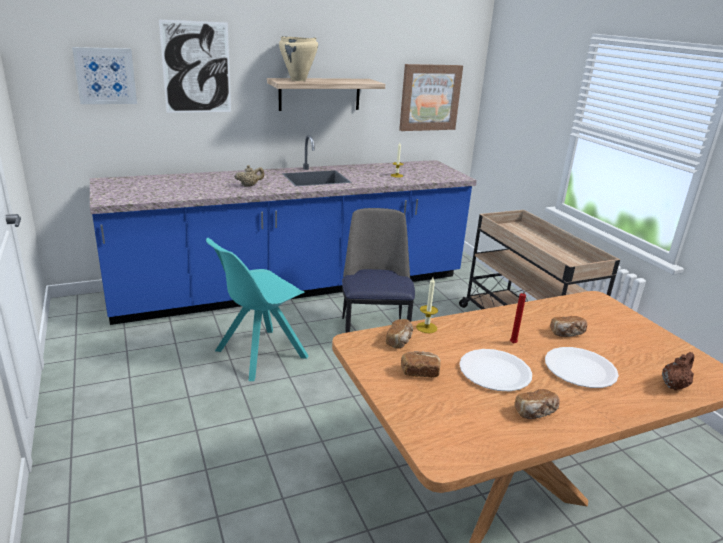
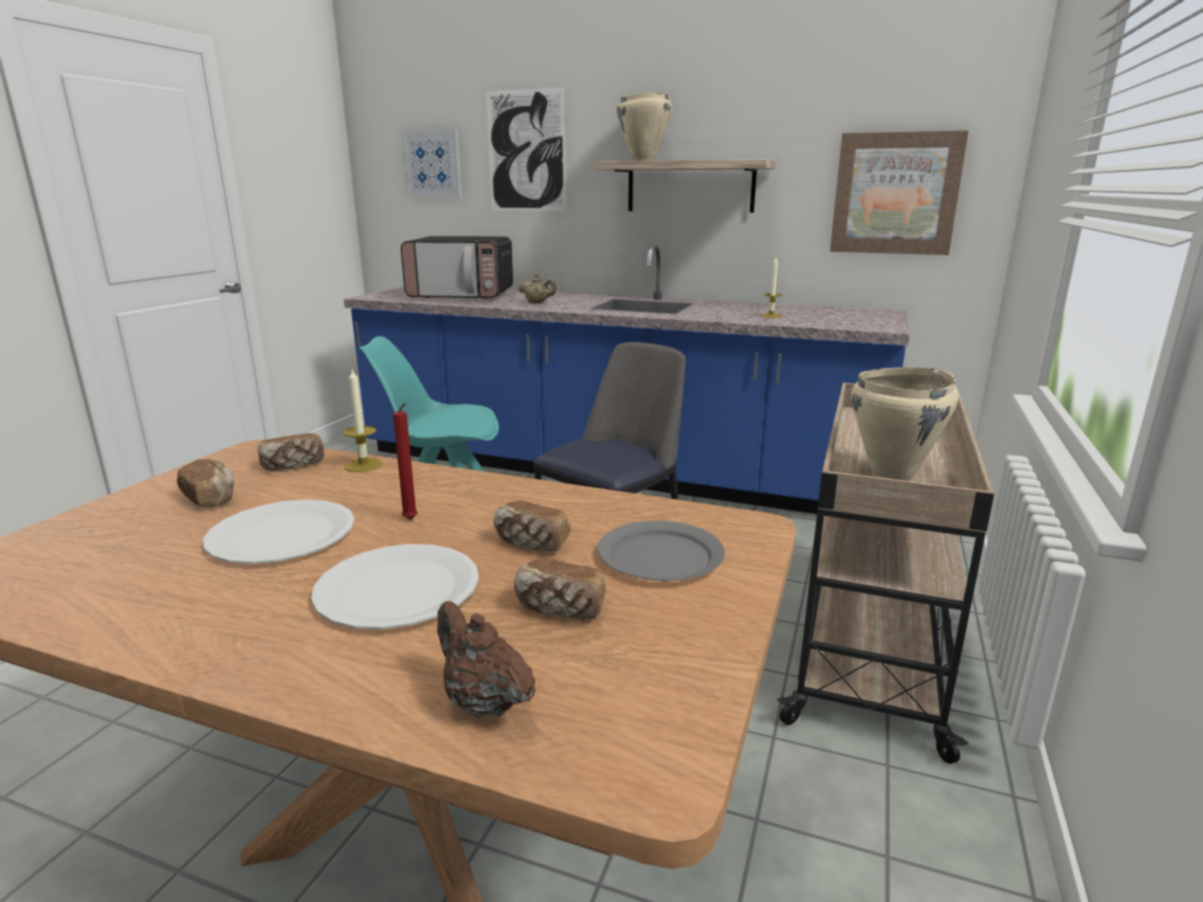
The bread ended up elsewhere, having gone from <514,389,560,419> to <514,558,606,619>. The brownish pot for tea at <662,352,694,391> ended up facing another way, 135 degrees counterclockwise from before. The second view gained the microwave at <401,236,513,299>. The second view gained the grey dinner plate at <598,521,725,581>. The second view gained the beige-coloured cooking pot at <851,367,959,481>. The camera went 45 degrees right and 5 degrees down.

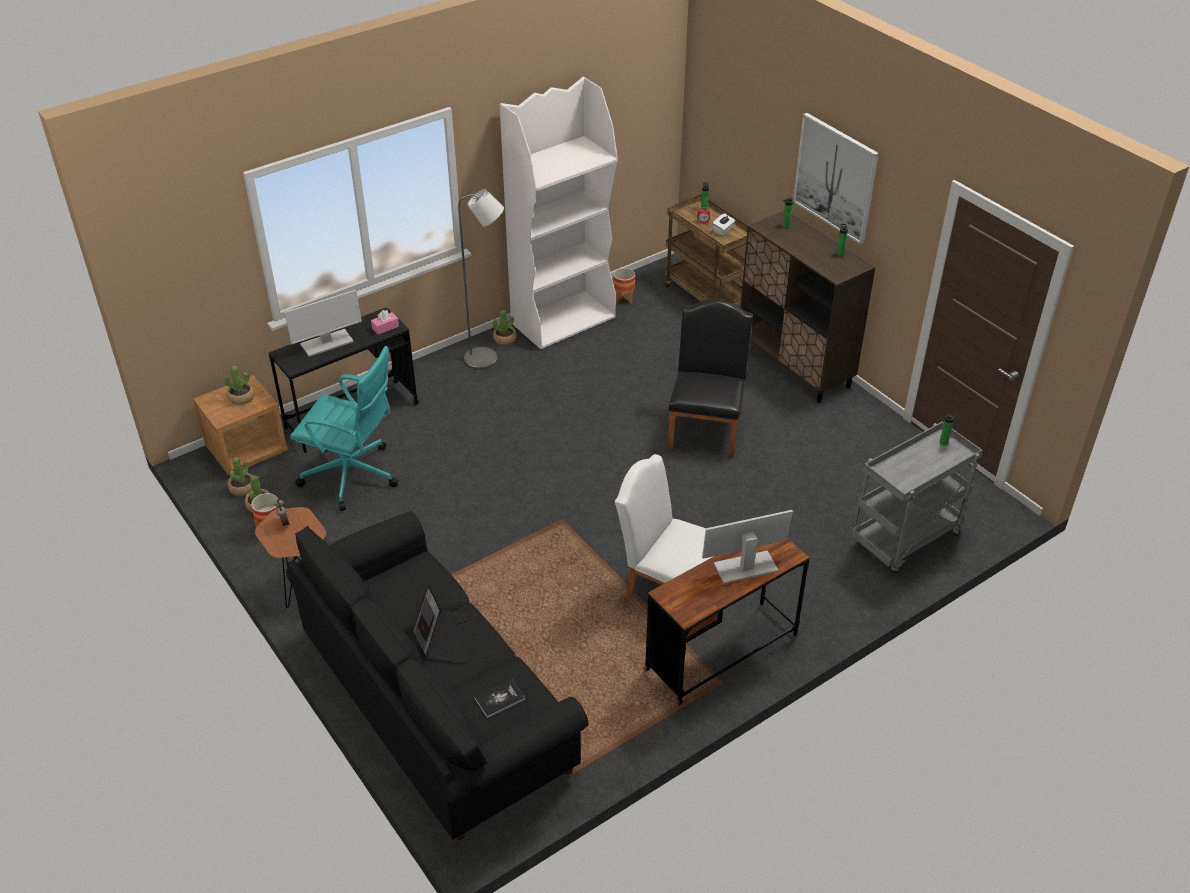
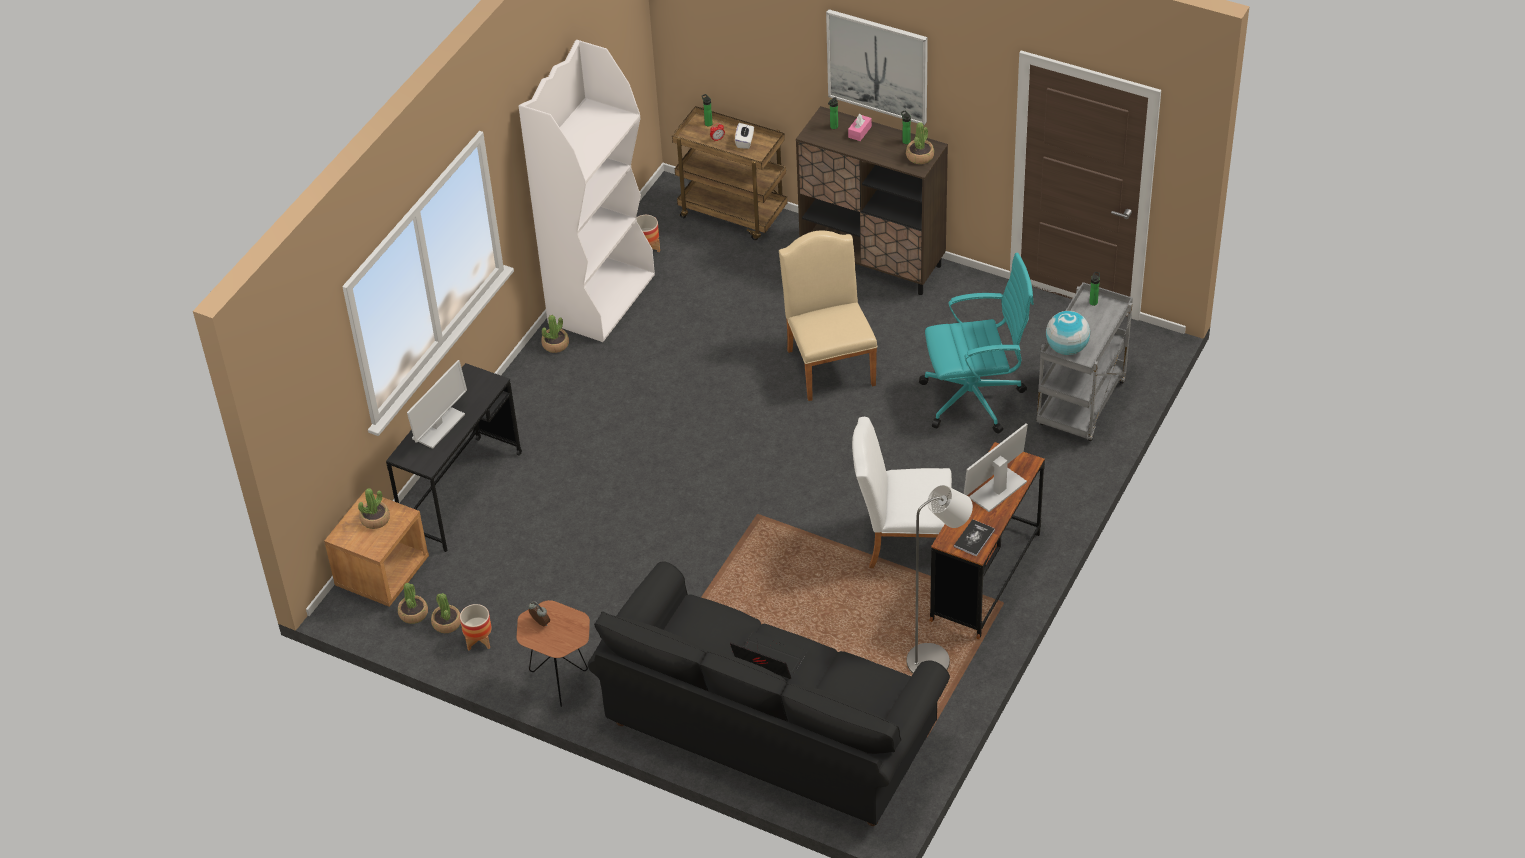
The blue-green computer chair ended up elsewhere, having gone from <290,346,398,511> to <919,253,1034,433>. The pink box of tissues ended up elsewhere, having gone from <371,310,399,334> to <848,114,872,141>. The laptop at <412,585,478,663> ended up facing another way, 45 degrees counterclockwise from before. The grey standing lamp ended up elsewhere, having gone from <458,189,504,370> to <907,485,973,673>. The volume ended up elsewhere, having gone from <474,679,525,718> to <954,519,995,556>. What was the blackish plain chair at <668,299,753,457> turned into the beige-coloured plain chair at <779,231,878,401>. The second view gained the houseplant at <906,122,934,164>. The second view gained the desk globe at <1046,311,1090,355>. The camera went 25 degrees left and 5 degrees up.

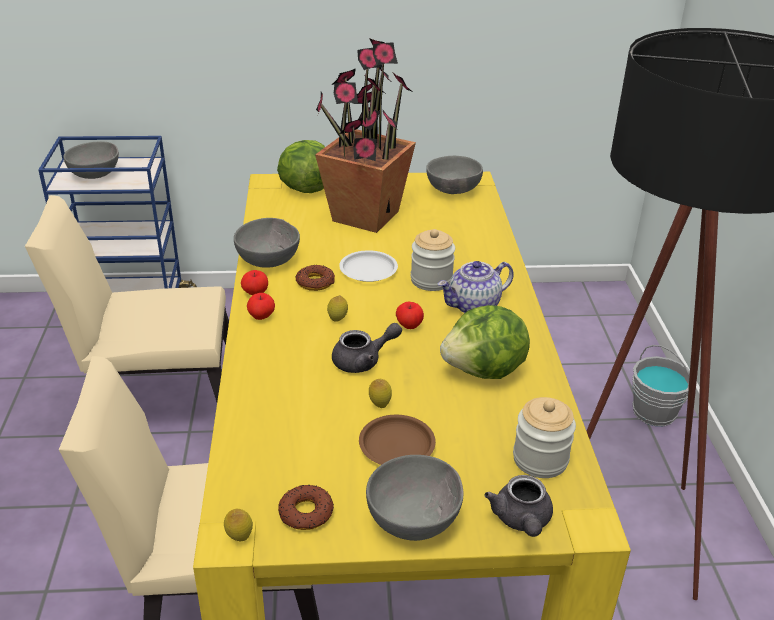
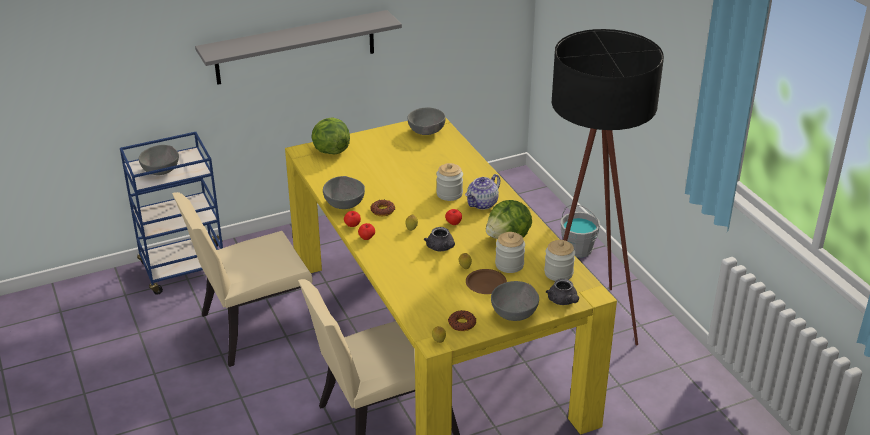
The second view lost the houseplant at <315,38,416,233>. The grey pot for tea at <332,323,402,373> ended up facing another way, 105 degrees clockwise from before. The second view lost the whitish dinner plate at <339,250,398,282>. The second view gained the grey wall shelf at <195,10,402,85>. The second view gained the storage jar at <495,232,525,273>. The camera went 20 degrees left and 0 degrees up.

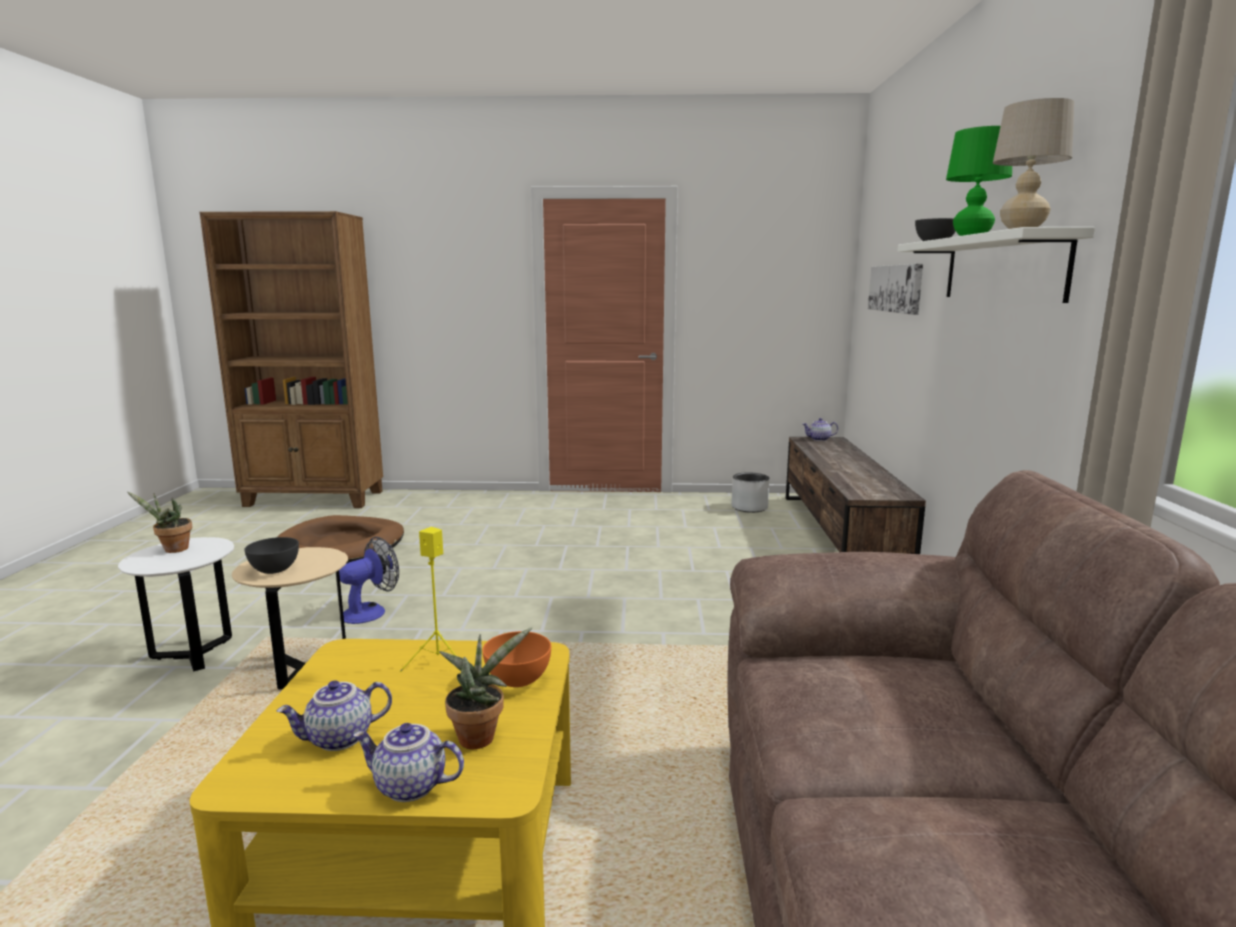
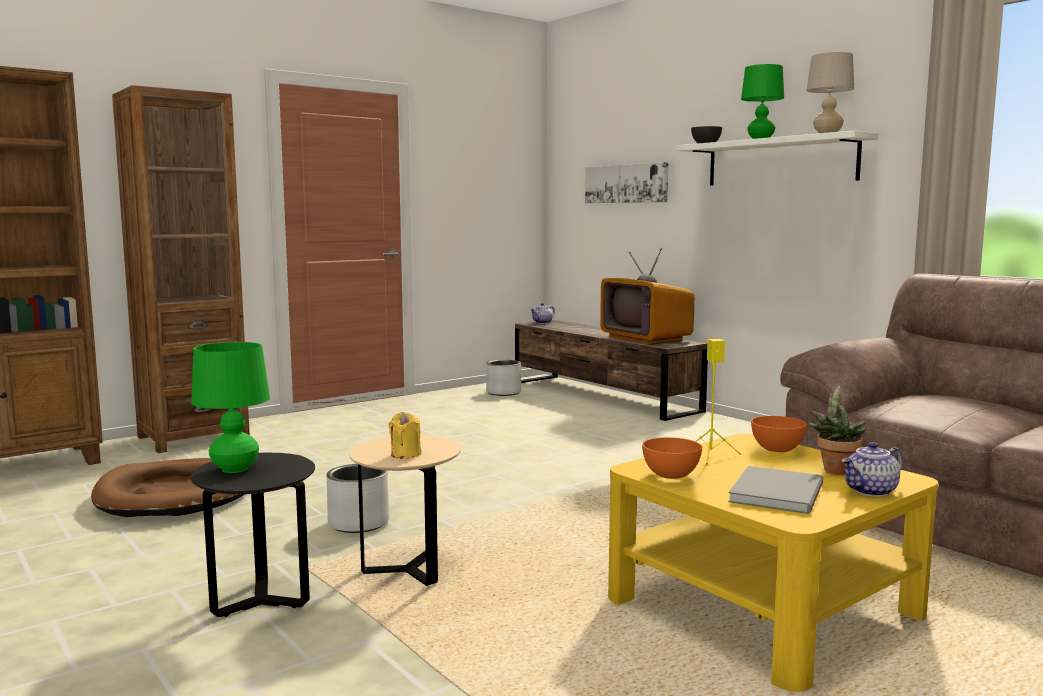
What was the whitish end table at <118,537,234,672> turned into the blackish end table at <191,453,315,617>. Where the houseplant stood at <127,492,193,553>, the greenish table lamp came to stand at <191,342,270,473>. Where the grey deep dish stood at <244,537,299,574>, the yellowish candle came to stand at <389,412,421,459>. Where the pot for tea stood at <277,681,392,751>, the grey volume came to stand at <728,466,823,514>. Where the electric fan stood at <339,537,399,624>, the grey plant pot came to stand at <327,464,389,533>. The second view gained the brownish bookshelf at <112,85,250,453>. The second view gained the TV at <600,248,695,345>. The second view gained the orange deep dish at <642,437,702,479>. The camera went 40 degrees left and 5 degrees down.

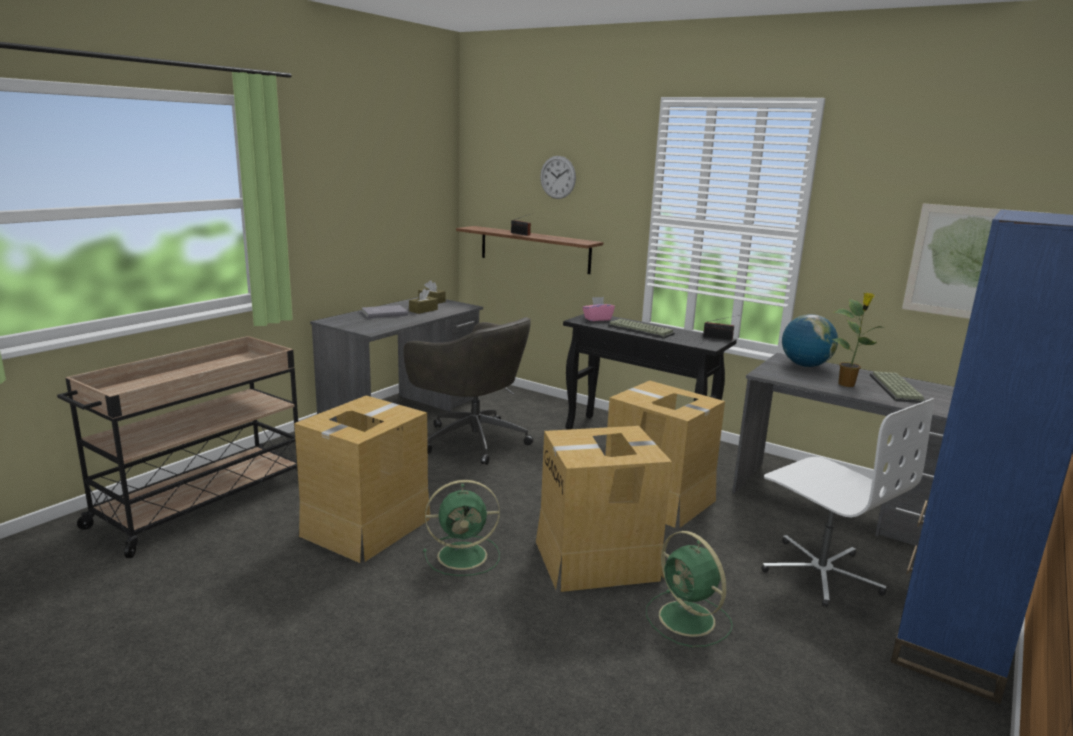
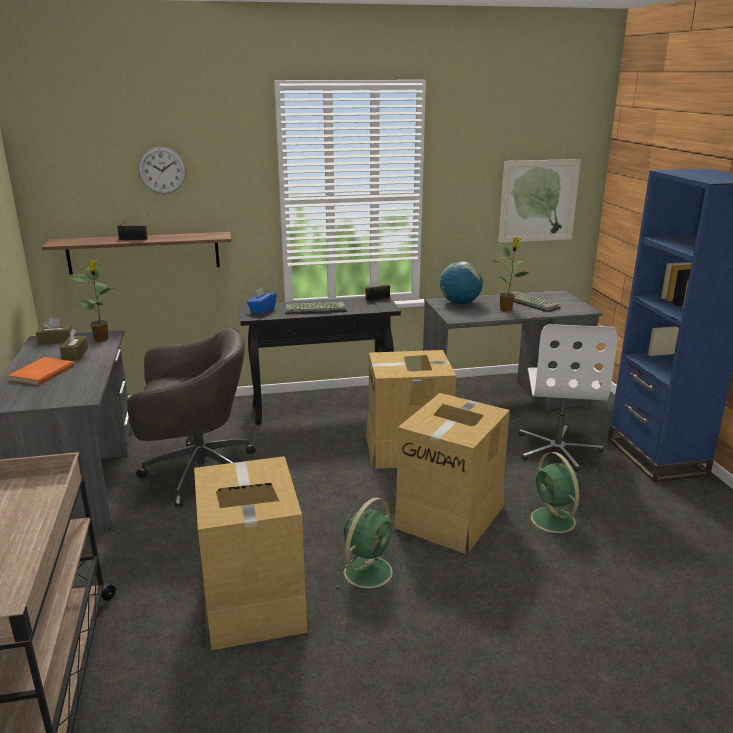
What was the grey volume at <361,305,408,319> turned into the orange volume at <7,357,74,385>. What was the pink box of tissues at <582,297,615,321> turned into the blue box of tissues at <247,287,277,314>. The greenish electric fan at <646,531,733,647> ended up facing another way, 60 degrees clockwise from before. The whitish computer chair at <761,398,934,607> ended up facing another way, 90 degrees clockwise from before. The second view gained the houseplant at <70,259,114,342>. The camera went 45 degrees left and 5 degrees up.

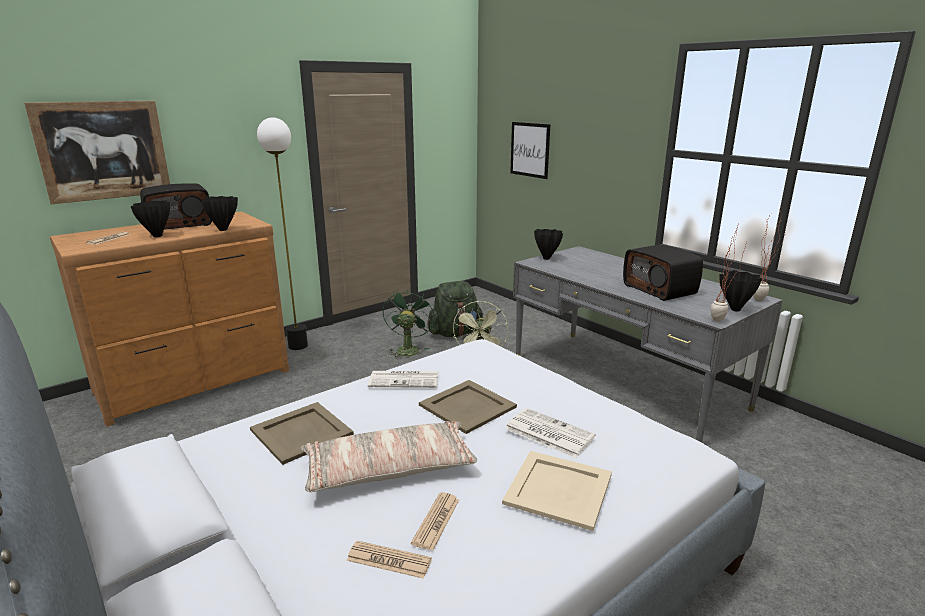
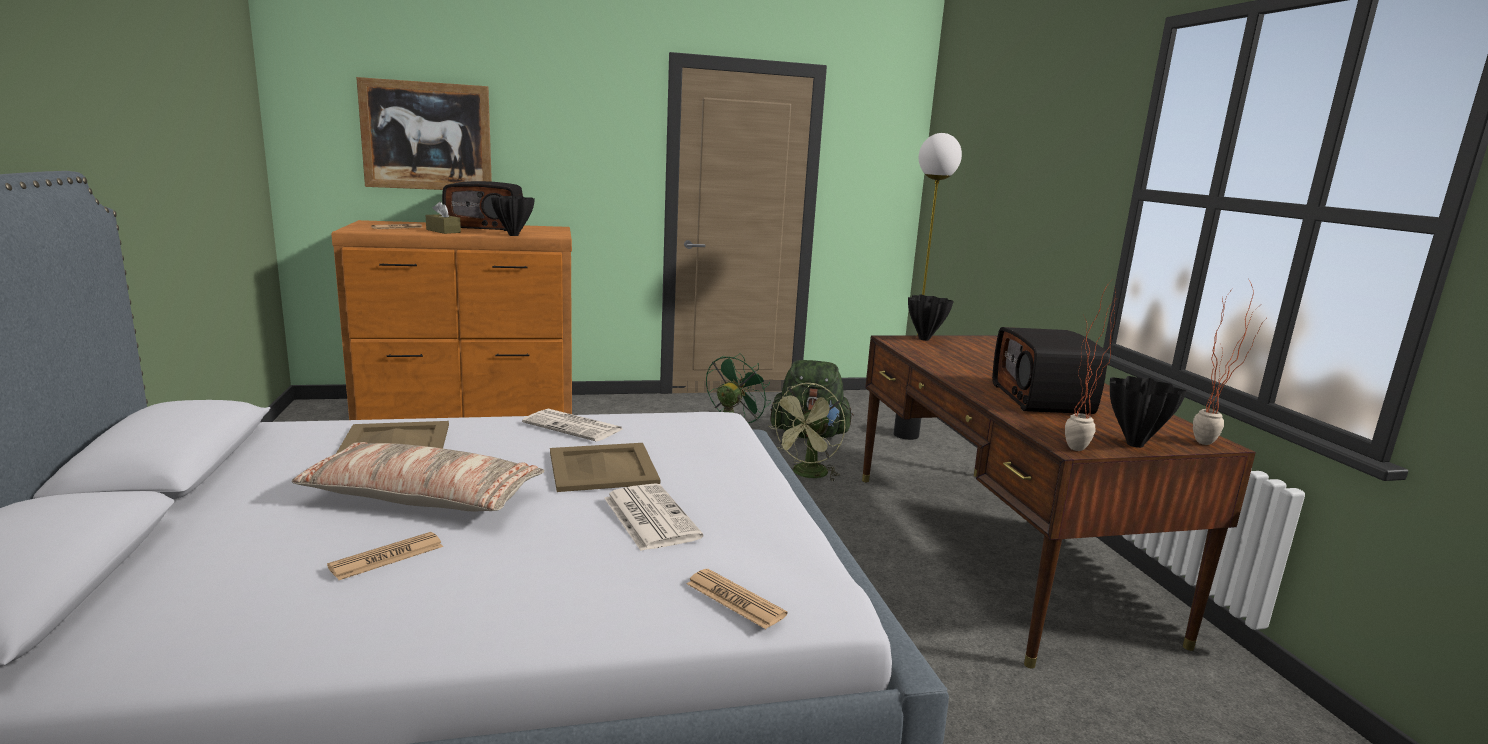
Where the blackish flower vase stood at <130,201,170,237>, the brownish box of tissues came to stand at <426,202,461,234>. The standing lamp ended up elsewhere, having gone from <257,117,308,350> to <894,133,962,440>. The daily paper ended up elsewhere, having gone from <347,541,432,579> to <687,569,788,629>. The second view lost the beige-coloured tray at <502,451,612,531>. The second view lost the picture at <510,122,550,179>. What was the grey desk unit at <513,246,783,442> turned into the brownish desk unit at <862,335,1256,668>. The camera went 25 degrees right and 5 degrees down.

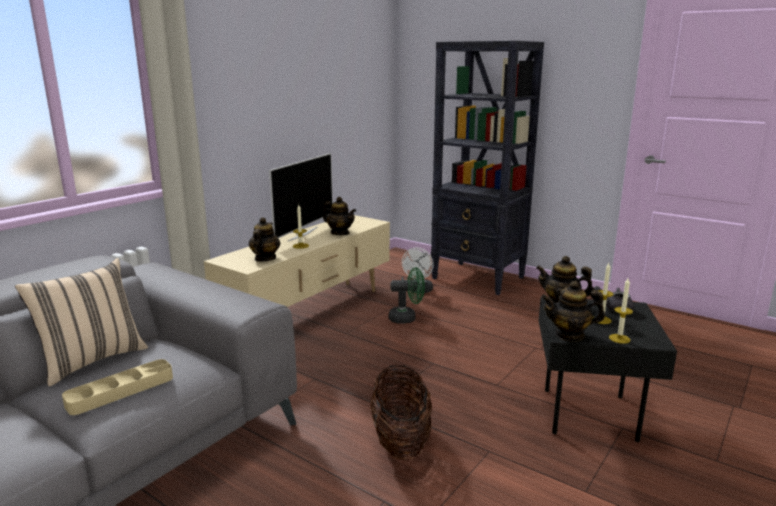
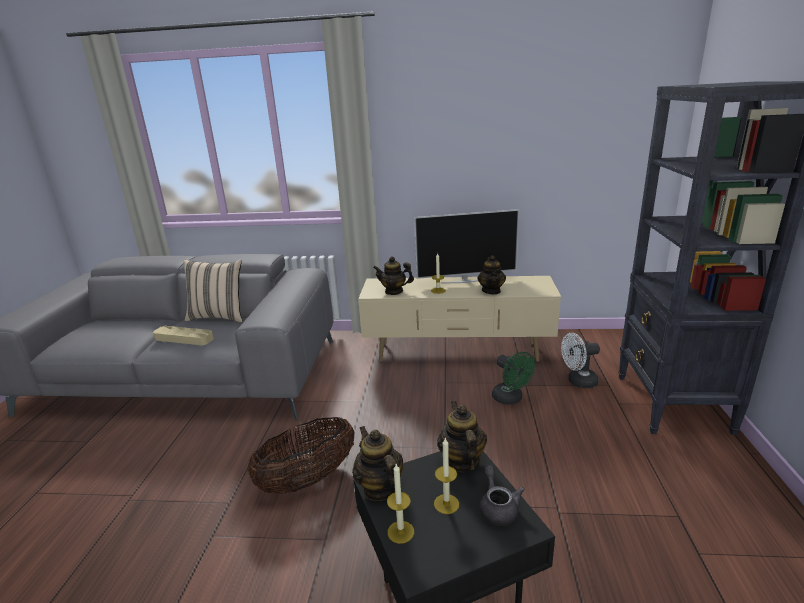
The pot for tea at <249,217,280,262> ended up facing another way, 150 degrees counterclockwise from before. The camera went 60 degrees right and 5 degrees up.

